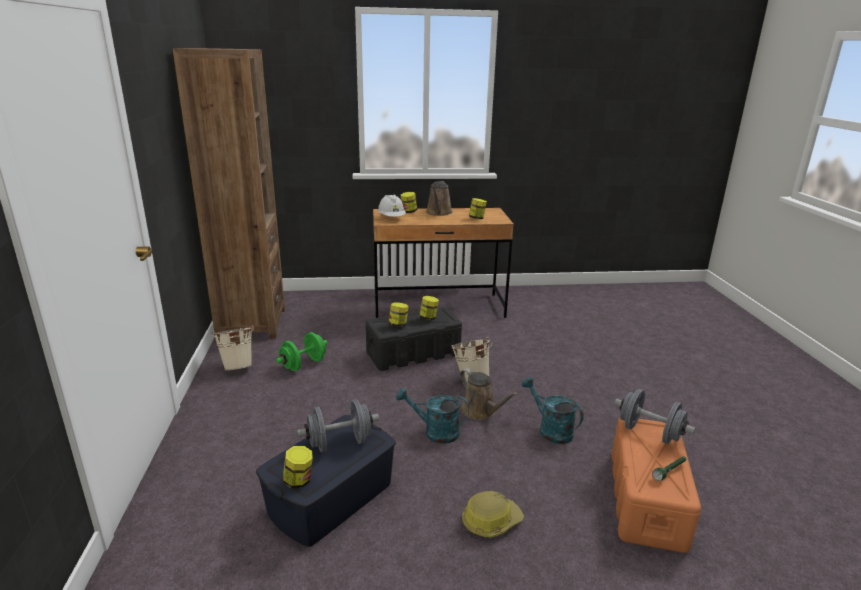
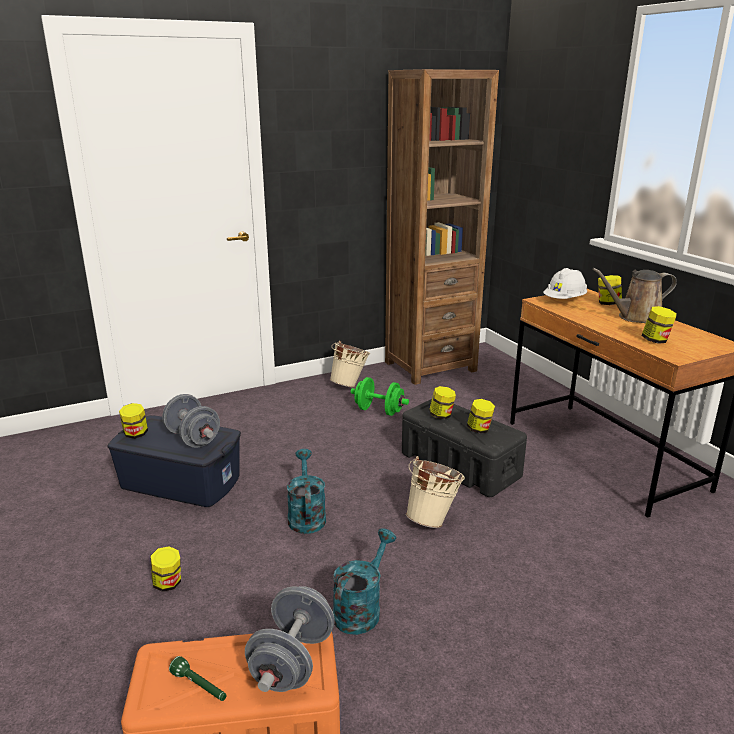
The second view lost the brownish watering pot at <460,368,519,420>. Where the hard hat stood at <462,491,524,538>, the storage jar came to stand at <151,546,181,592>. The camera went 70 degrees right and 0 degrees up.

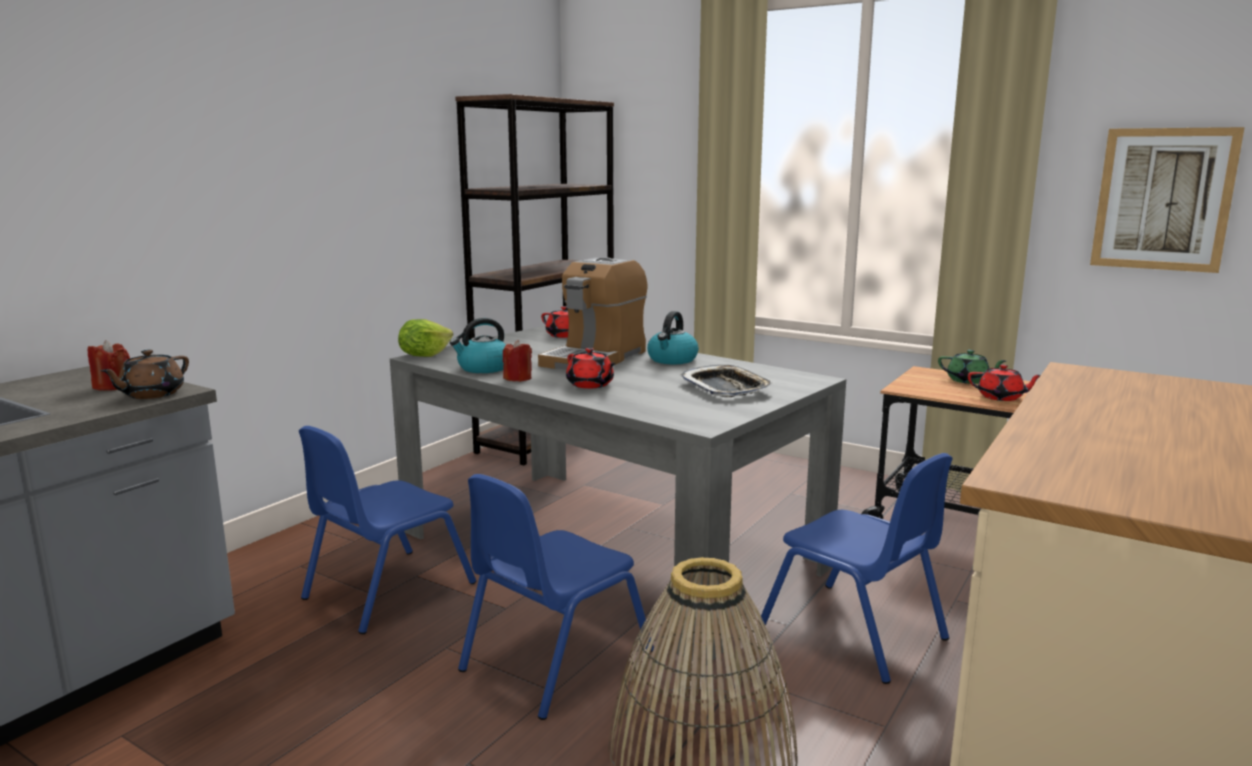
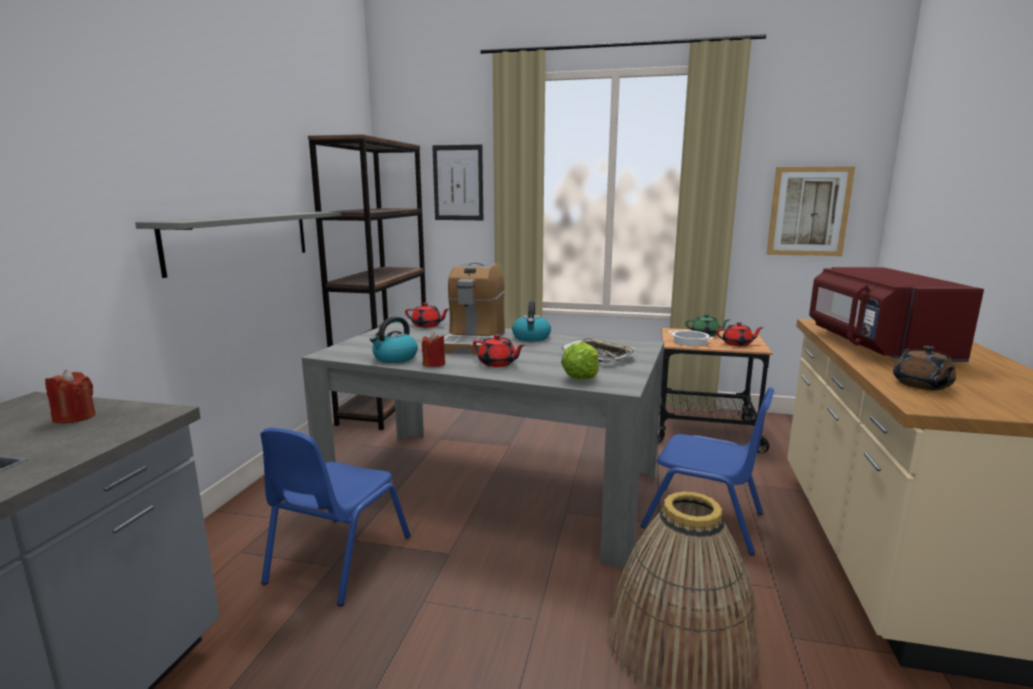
The brownish pot for tea ended up elsewhere, having gone from <100,350,189,399> to <893,346,956,390>. The head of lettuce ended up elsewhere, having gone from <398,319,453,357> to <561,342,599,380>. The second view lost the blue plain chair at <458,474,654,720>. The second view gained the grey wall shelf at <135,211,341,278>. The second view gained the picture at <432,145,483,220>. The second view gained the cooking pot at <668,330,713,346>. The second view gained the reddish microwave at <809,267,984,362>. The camera went 20 degrees left and 0 degrees up.

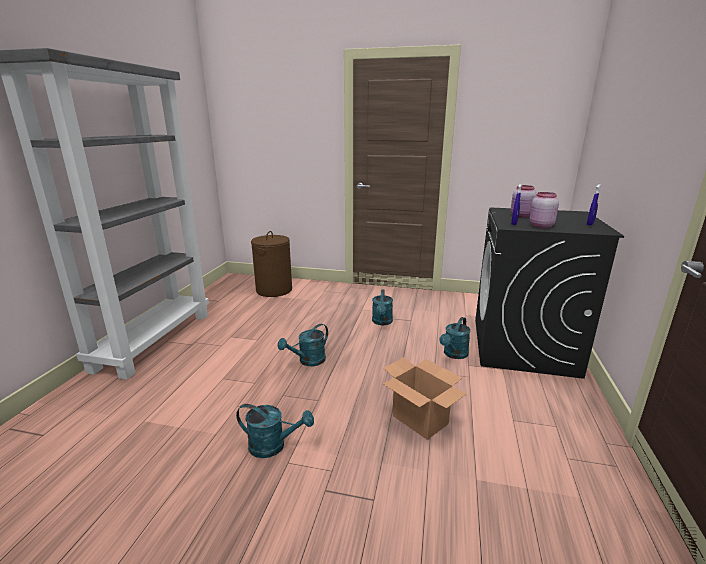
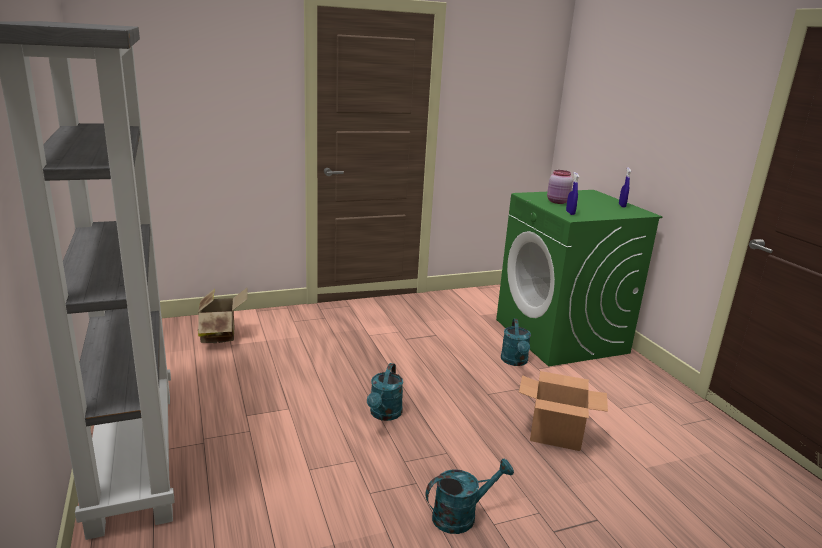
Where the brownish washing basket stood at <251,231,292,297>, the carton came to stand at <198,288,247,343>. The second view lost the blue-green watering pot at <372,289,393,325>. What was the blackish laundry appliance at <475,208,624,379> turned into the greenish laundry appliance at <496,190,663,366>. The second view lost the pink storage jar at <529,192,559,228>. The camera went 35 degrees left and 0 degrees up.

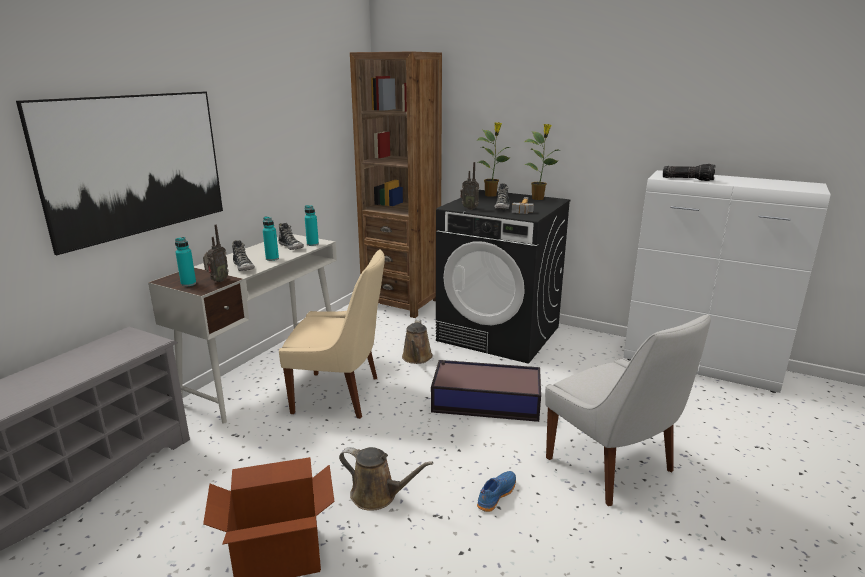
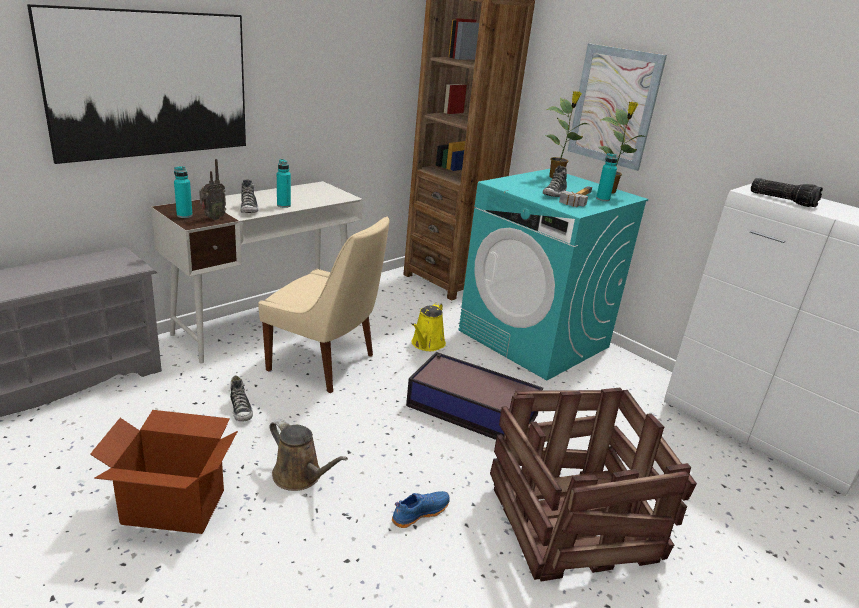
The low shoe ended up elsewhere, having gone from <278,223,304,250> to <230,376,253,422>. The blue-green bottle ended up elsewhere, having gone from <305,205,319,246> to <596,153,617,202>. What was the brownish watering pot at <402,320,433,364> turned into the yellowish watering pot at <411,302,446,351>. What was the blackish laundry appliance at <436,190,571,364> turned into the blue-green laundry appliance at <459,169,648,380>. The second view lost the radio at <460,162,479,210>. Where the whitish plain chair stood at <545,314,711,506>, the packing crate came to stand at <490,388,697,581>. The second view gained the picture at <568,43,667,171>. The camera went 15 degrees right and 5 degrees up.

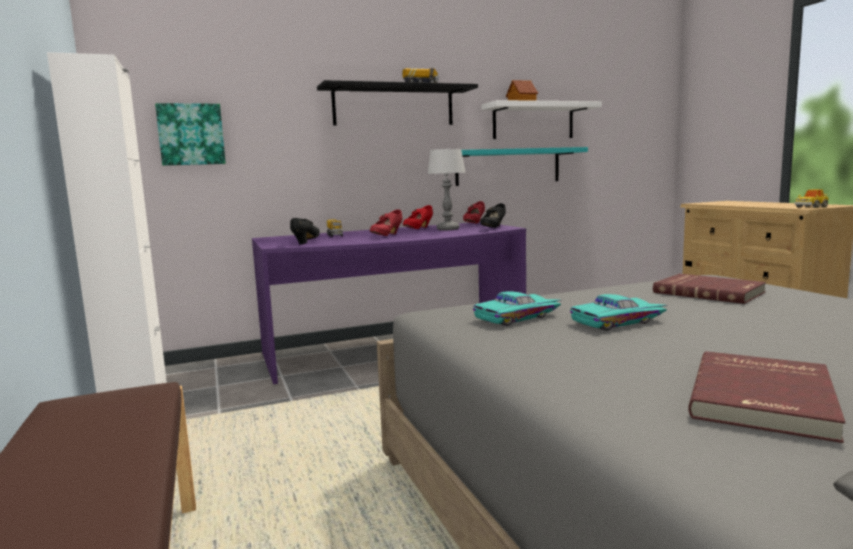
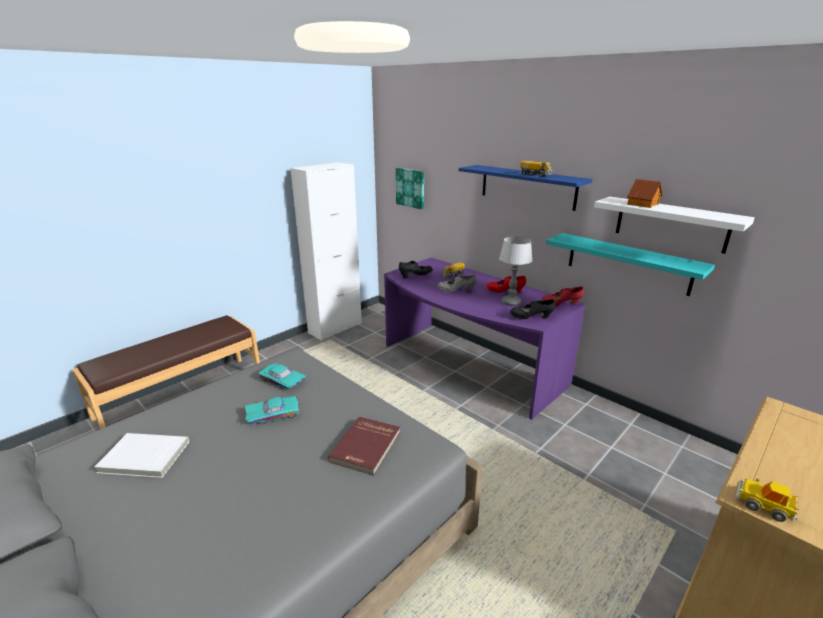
What was the blackish wall shelf at <317,80,478,125> turned into the blue wall shelf at <459,165,592,211>. What was the reddish low shoe at <370,209,403,236> turned into the grey low shoe at <438,274,477,292>. The blue-green model car at <570,294,668,331> ended up facing another way, 120 degrees clockwise from before. What was the reddish volume at <688,351,846,443> turned into the whitish volume at <95,433,189,478>. The camera went 65 degrees right and 15 degrees up.

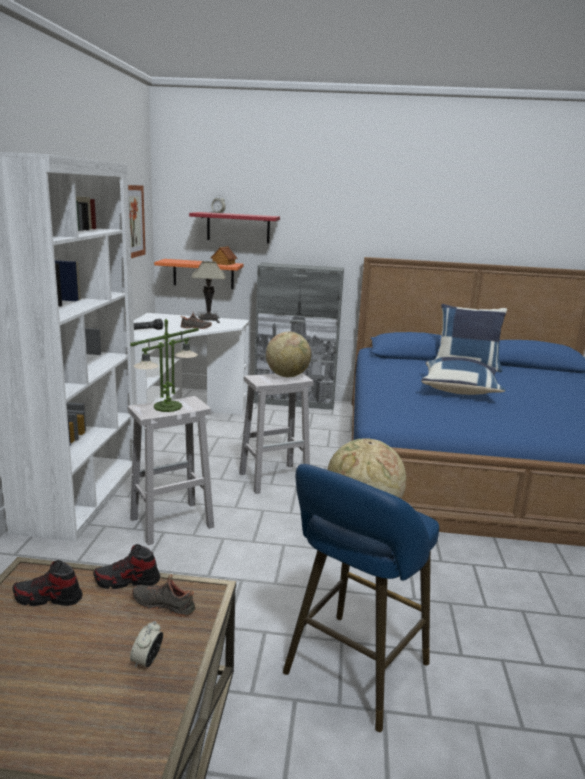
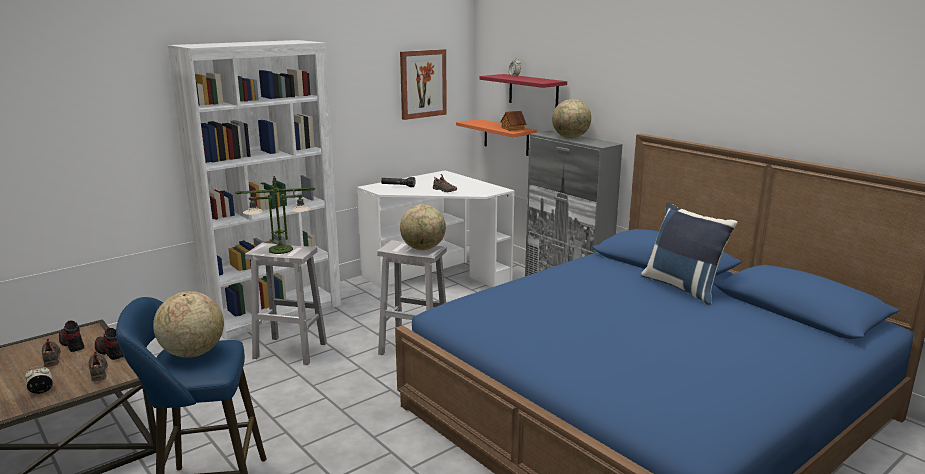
The second view lost the table lamp at <191,261,226,323>. The second view lost the blue throw pillow at <421,357,505,395>. The second view gained the blackish low shoe at <42,338,61,367>. The second view gained the desk globe at <552,99,591,138>. The camera went 45 degrees right and 0 degrees up.

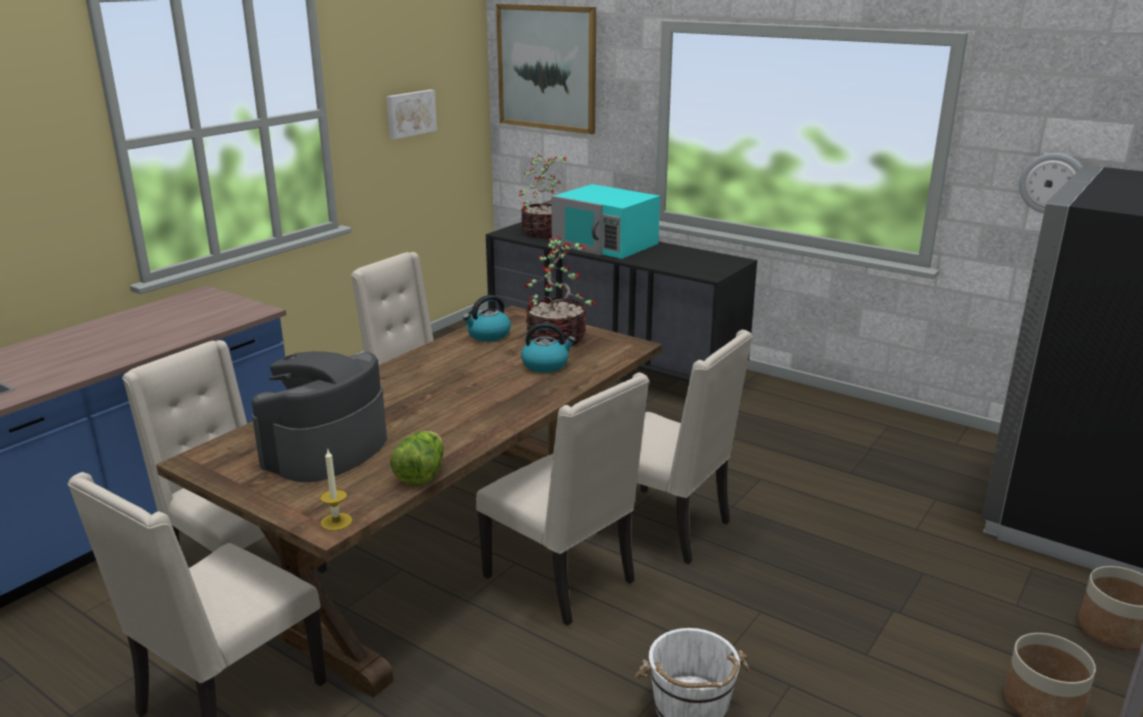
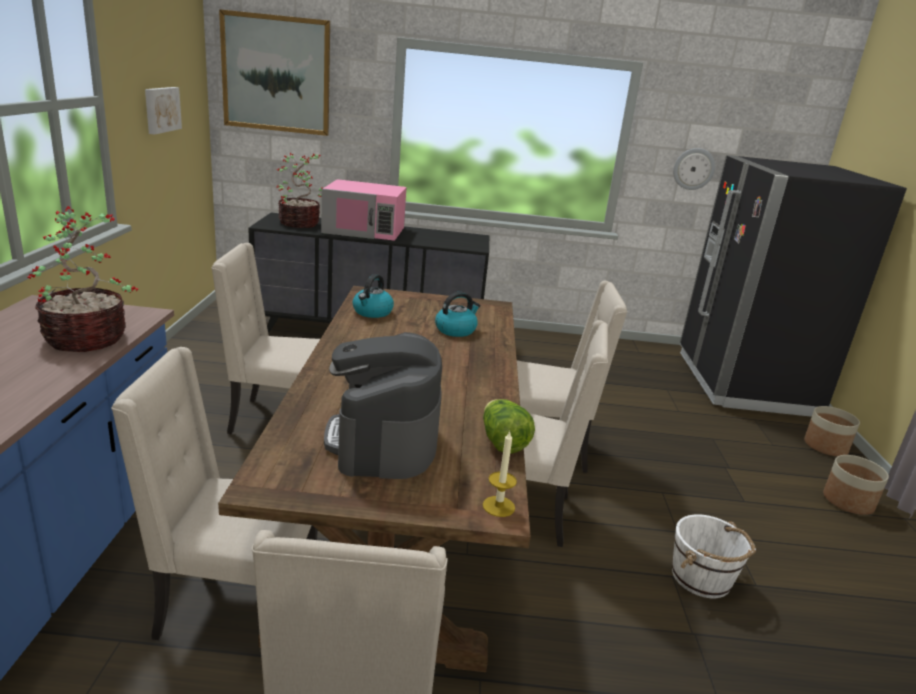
The houseplant ended up elsewhere, having gone from <524,235,597,346> to <28,206,139,352>. What was the blue-green microwave at <551,184,660,259> turned into the pink microwave at <321,179,406,241>. The camera went 35 degrees left and 0 degrees up.

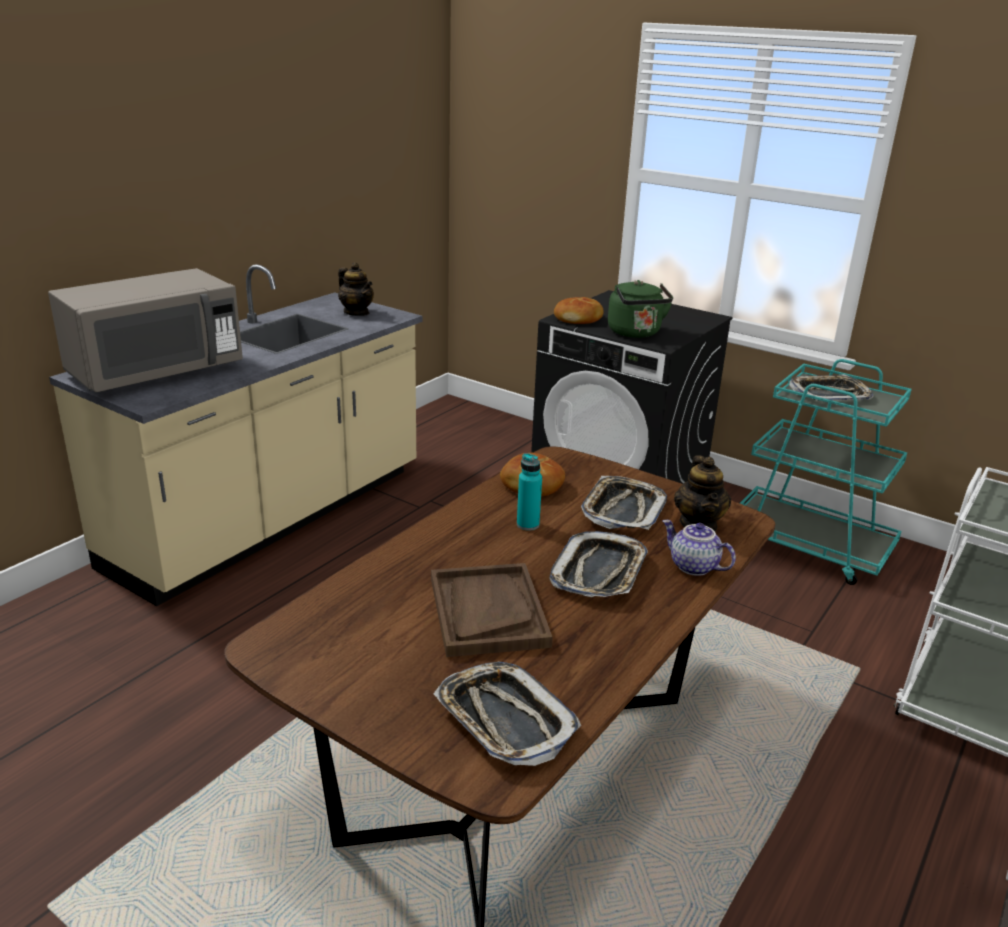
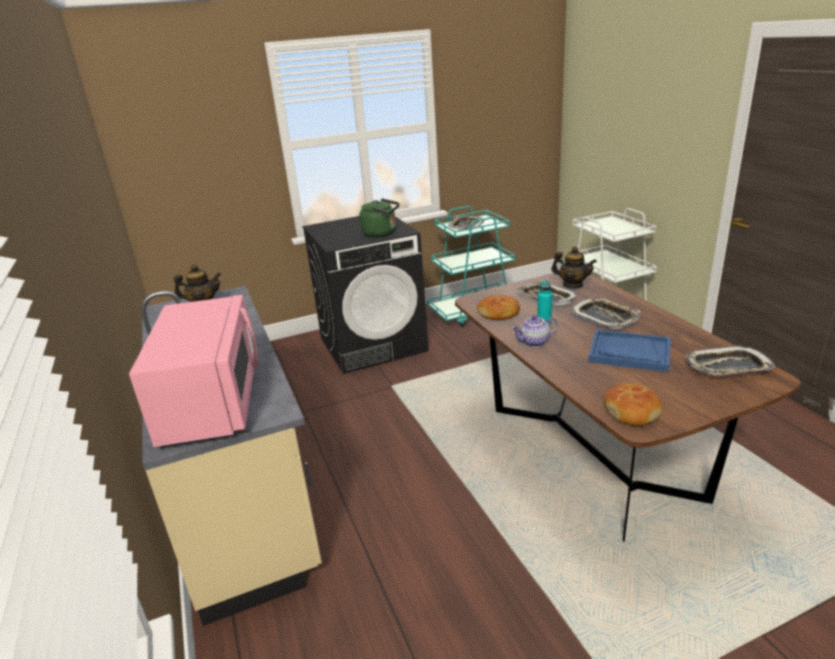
What was the grey microwave at <48,268,243,392> turned into the pink microwave at <129,295,258,447>. What was the brownish tray at <431,563,553,657> turned into the blue tray at <588,330,671,372>. The bread ended up elsewhere, having gone from <554,297,604,324> to <604,383,662,426>. The pot for tea ended up elsewhere, having gone from <663,520,736,576> to <511,315,558,347>. The camera went 55 degrees left and 0 degrees up.

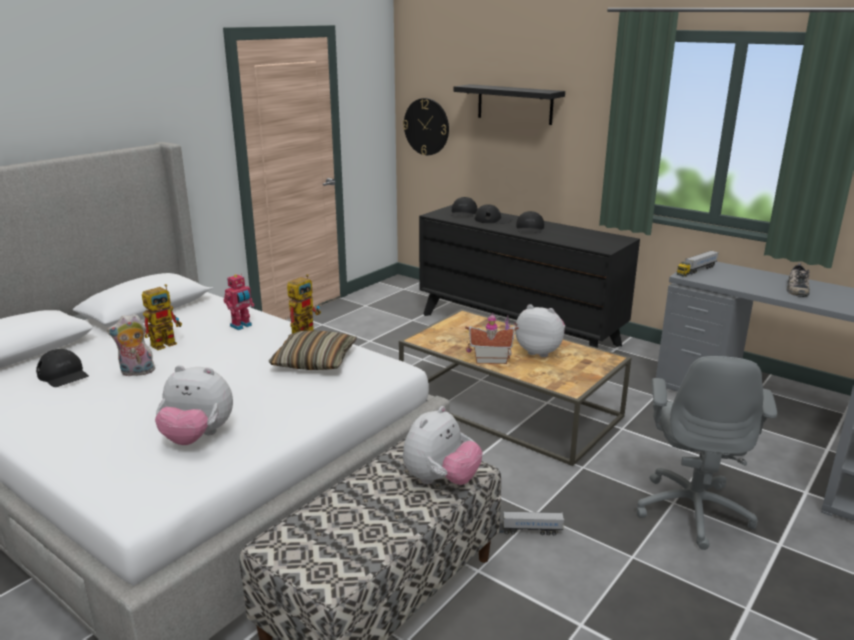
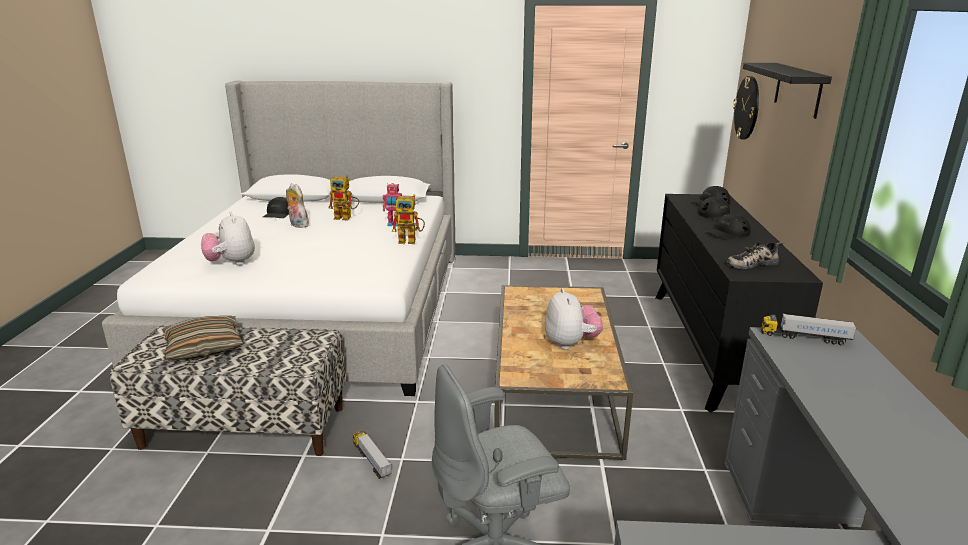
The throw pillow ended up elsewhere, having gone from <269,330,357,370> to <162,316,244,360>. The second view lost the cuddly toy at <403,406,483,485>. The second view lost the toy house at <465,312,519,364>. The low shoe ended up elsewhere, having gone from <787,263,810,297> to <727,242,783,269>. The camera went 55 degrees right and 0 degrees up.

